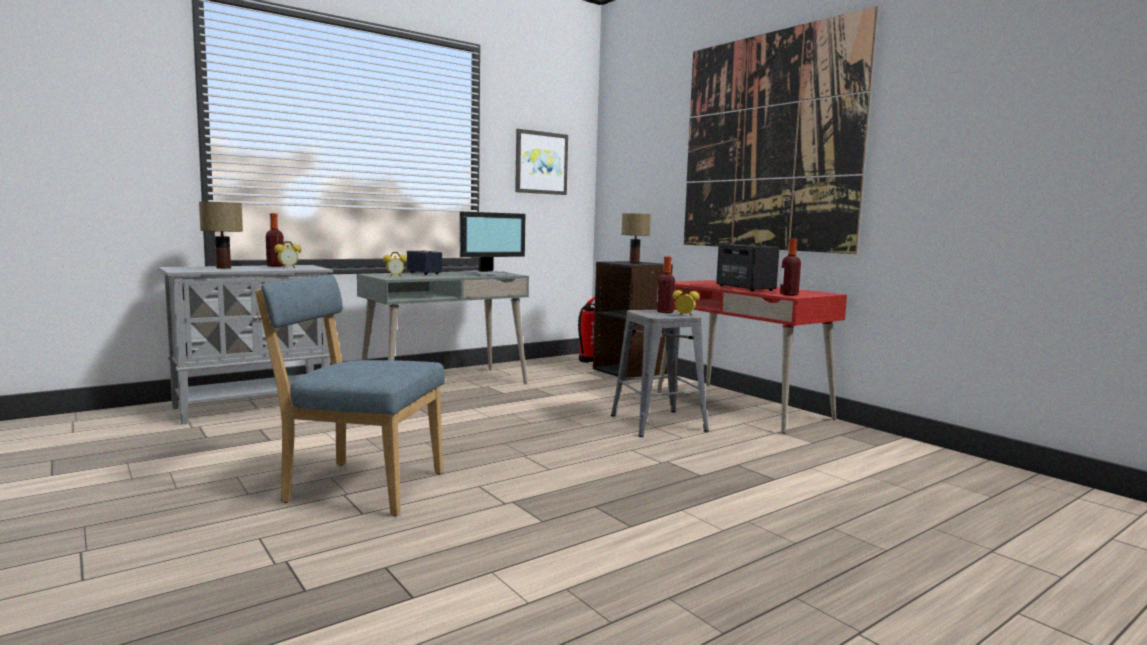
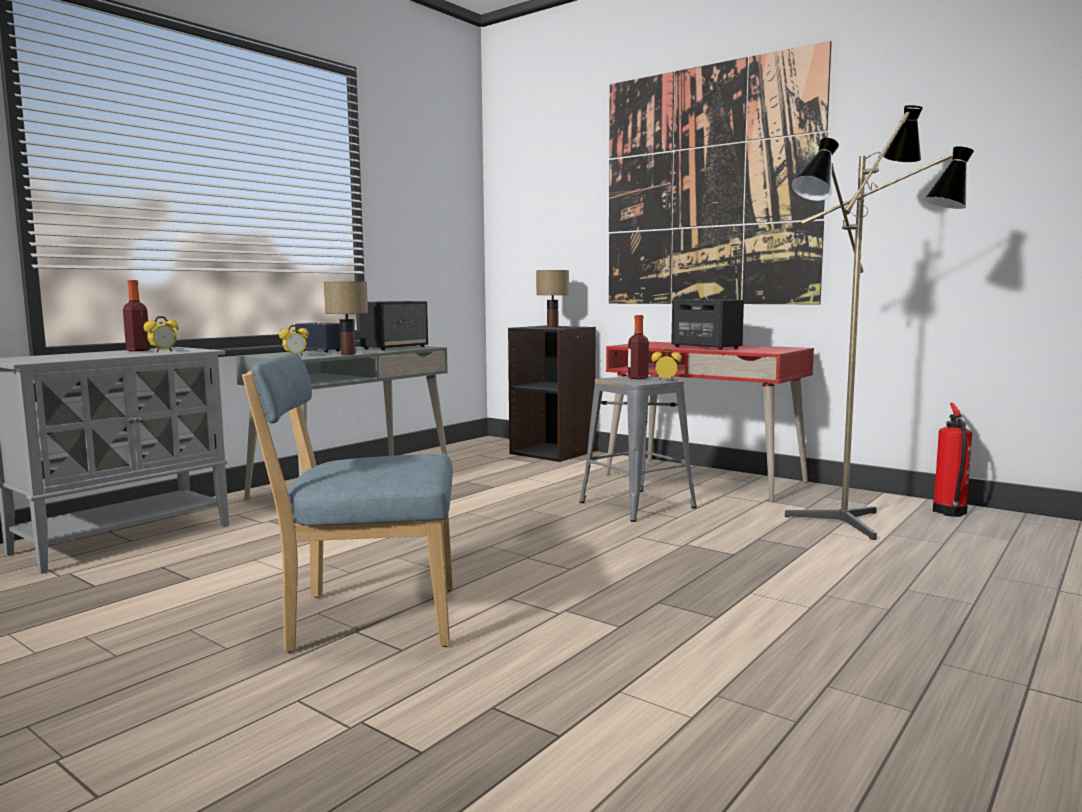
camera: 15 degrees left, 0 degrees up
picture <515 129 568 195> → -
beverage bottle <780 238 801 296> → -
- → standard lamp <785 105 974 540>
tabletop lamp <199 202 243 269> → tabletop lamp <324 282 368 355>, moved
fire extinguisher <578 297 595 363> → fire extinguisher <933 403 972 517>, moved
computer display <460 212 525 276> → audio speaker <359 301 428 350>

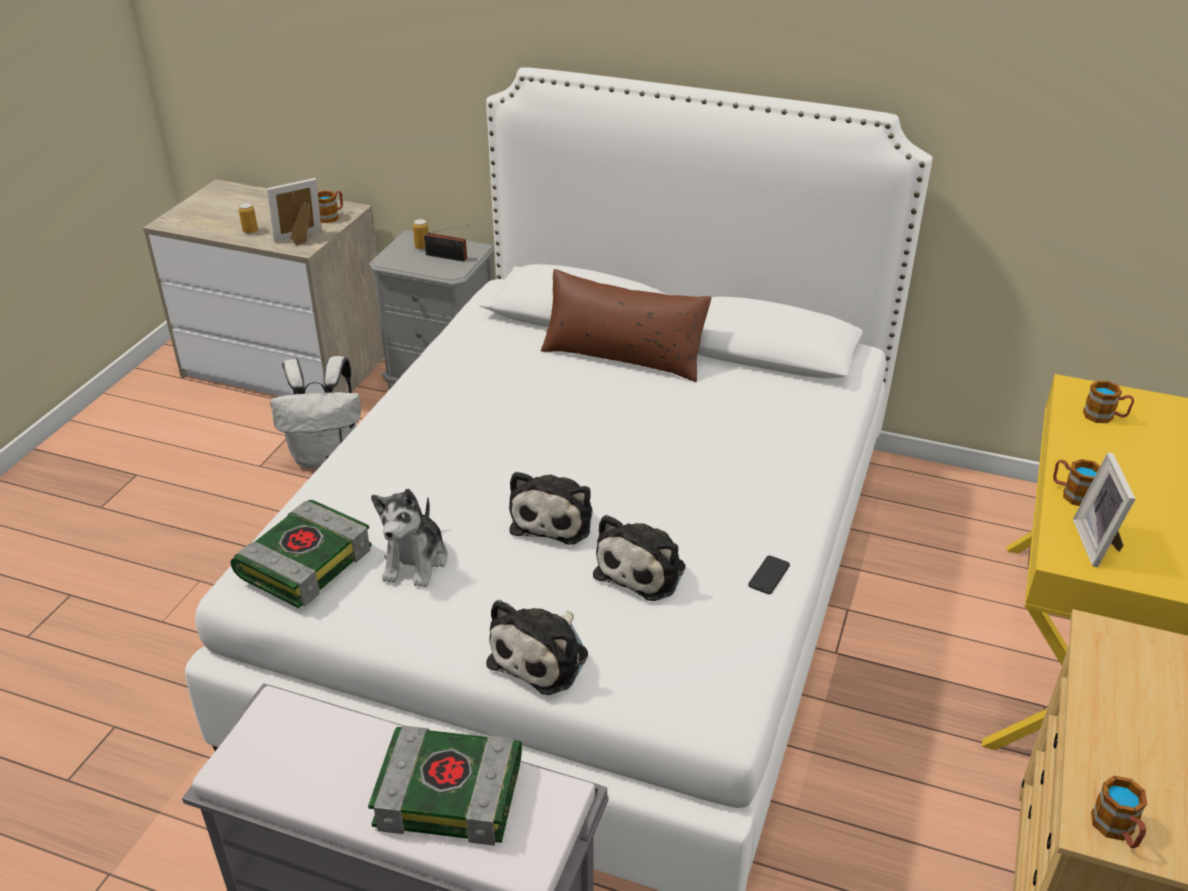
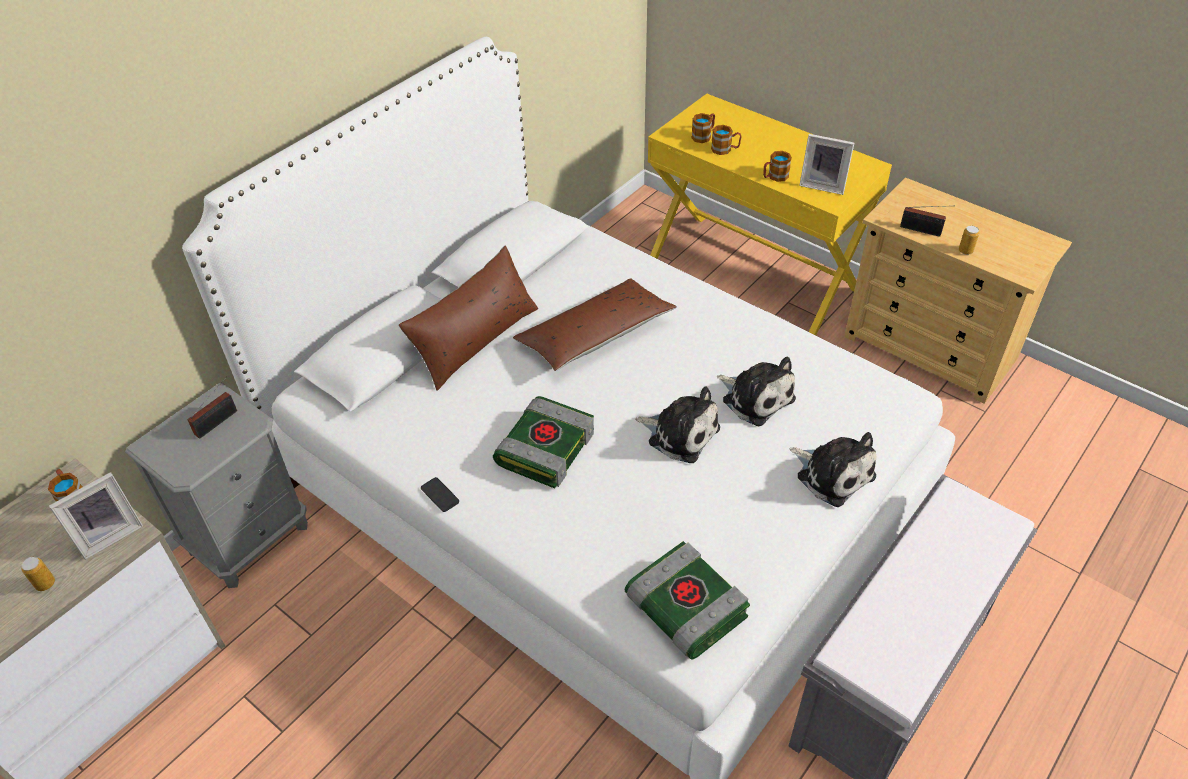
camera: 70 degrees left, 10 degrees up
backpack (white) <270 356 361 468> → -
plush toy <371 489 448 587> → -
- → throw pillow (brown-coloured) <513 278 677 371>
- → radio receiver <900 205 955 237>
book <368 726 522 846> → book <493 396 594 488>, moved
can <413 219 429 250> → can <959 226 979 255>, moved
phone <748 556 790 594> → phone <421 477 459 512>, moved
coffee mug <1091 776 1147 848> → coffee mug <711 125 742 155>, moved
standing frame <267 178 322 246> → standing frame <49 472 143 560>, 120 degrees counterclockwise

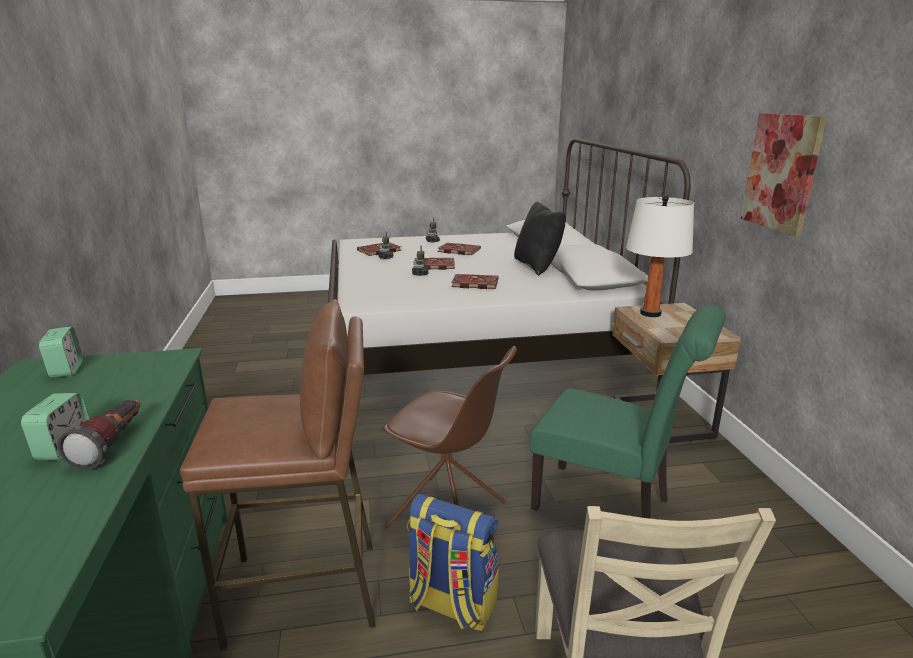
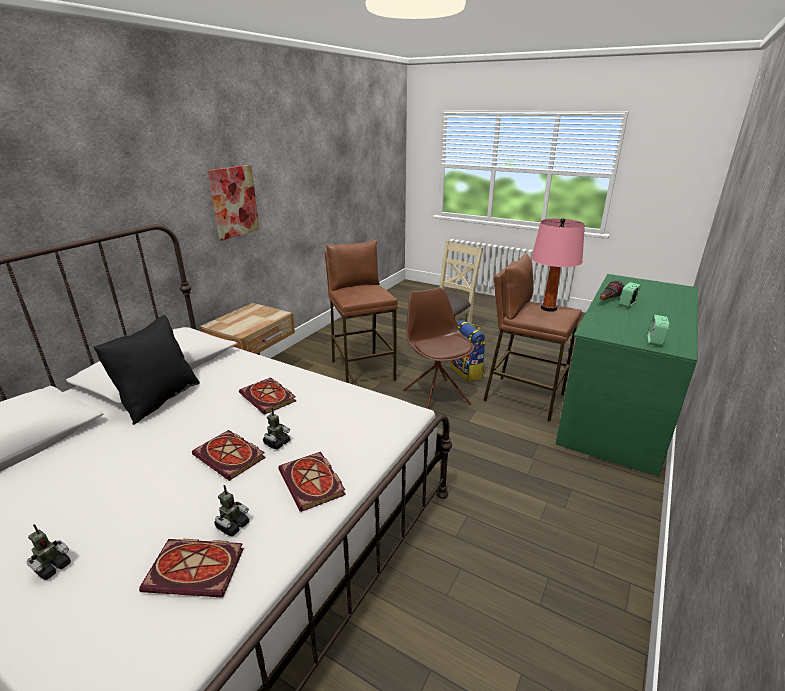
camera: 140 degrees left, 5 degrees up
tabletop lamp (white) <626 195 694 317> → -
- → tabletop lamp (pink) <531 218 585 312>
book <437 243 481 255> → book <278 452 346 512>, moved
upright chair (green) <530 305 726 519> → stool (brown-coloured) <325 240 398 383>

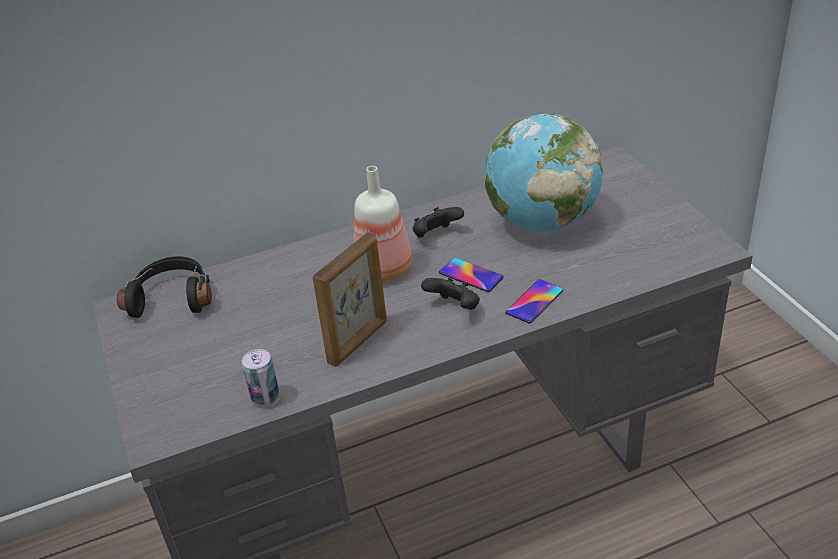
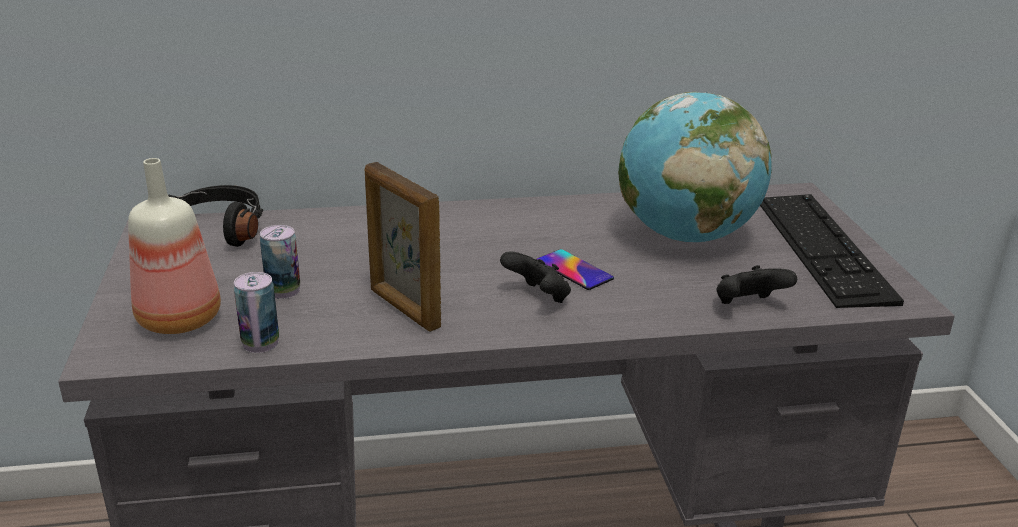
camera: 10 degrees right, 10 degrees down
phone <505 279 563 324> → -
- → can <260 225 300 299>
- → computer keyboard <760 194 904 308>
beverage bottle <354 166 412 281> → beverage bottle <128 158 221 334>, moved
joypad (blackish) <412 207 464 238> → joypad (blackish) <716 265 797 304>, moved
standing frame <313 232 387 367> → standing frame <365 162 441 332>, 90 degrees clockwise

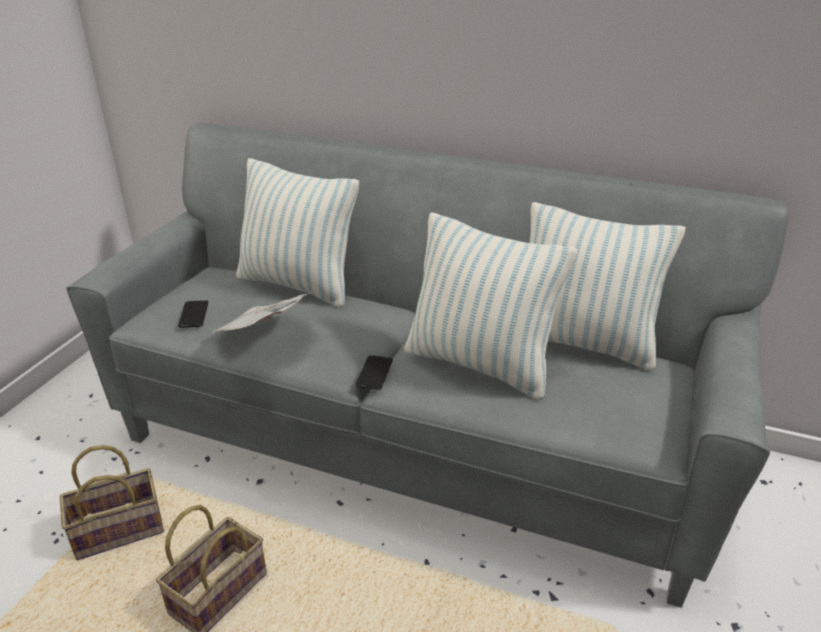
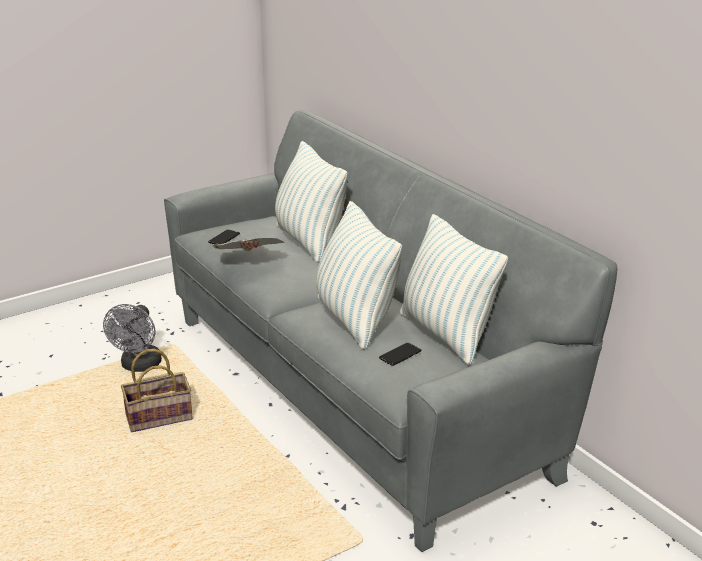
camera: 35 degrees right, 5 degrees down
phone <355 355 393 390> → phone <379 343 421 366>, moved
storage basket <60 445 164 560> → cooling fan (gray) <103 304 162 372>

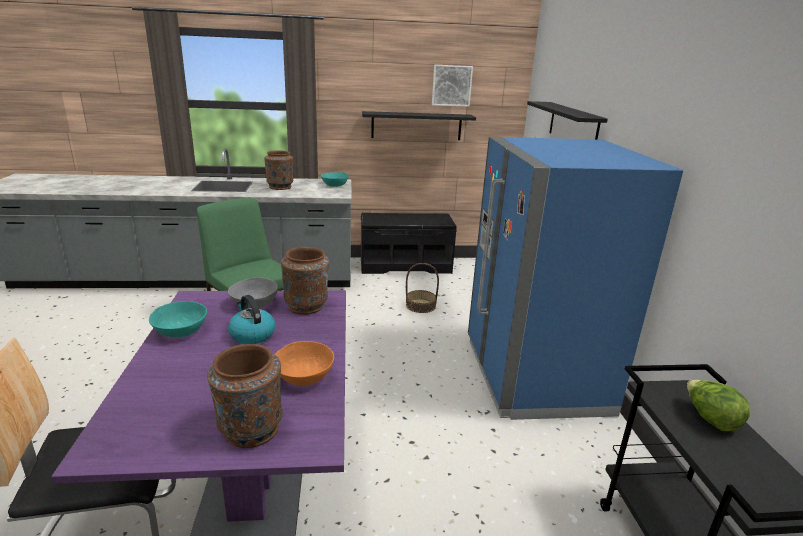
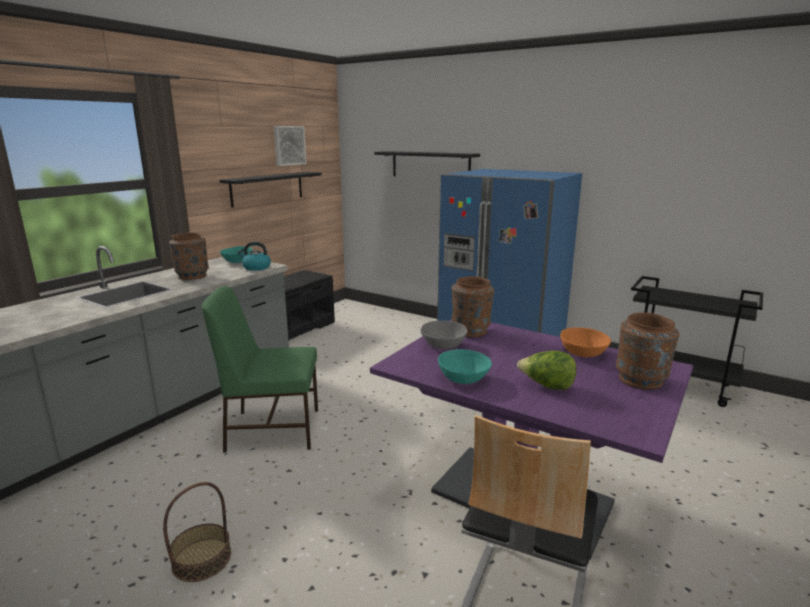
camera: 50 degrees left, 5 degrees down
tea kettle <228 295 275 344> → tea kettle <237 242 271 271>, moved
storage basket <406 263 439 313> → storage basket <163 482 231 582>, moved
head of lettuce <687 380 750 431> → head of lettuce <517 351 576 390>, moved

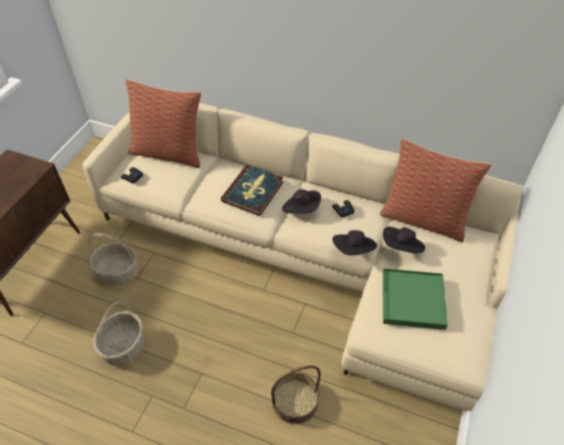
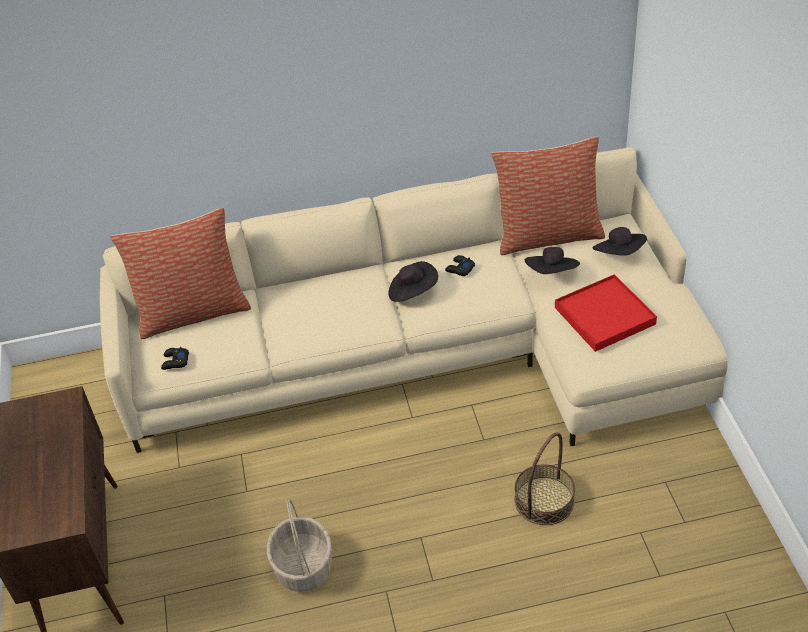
camera: 30 degrees left, 5 degrees down
storage basket <88 233 139 285> → -
book <221 164 283 216> → -
clothing hat (blackish) <332 230 377 255> → clothing hat (blackish) <593 227 647 256>, moved
tray (green) <383 268 448 330> → tray (red-coloured) <555 274 657 352>

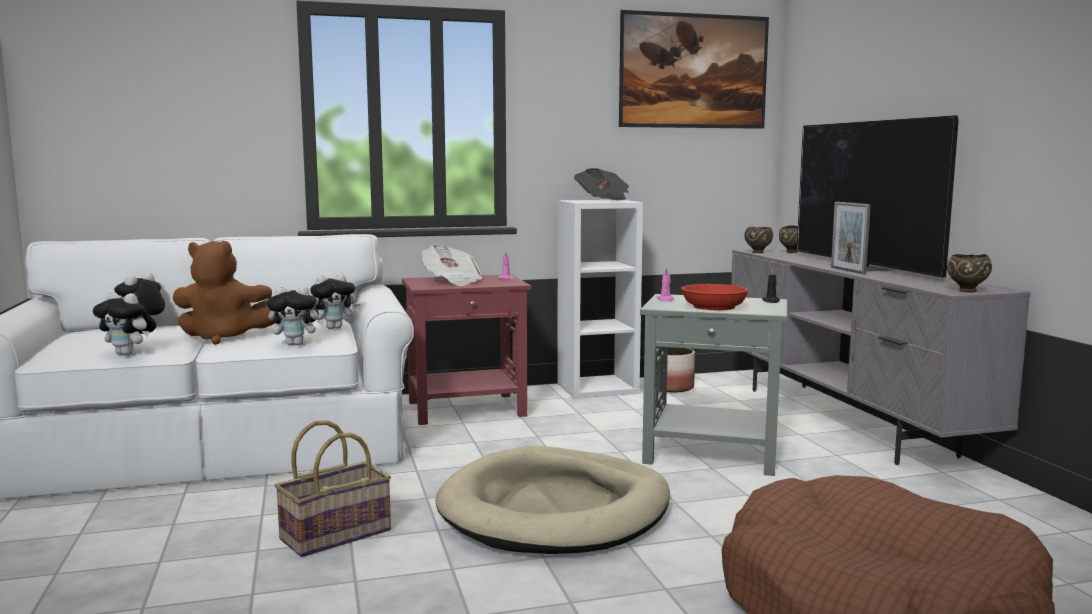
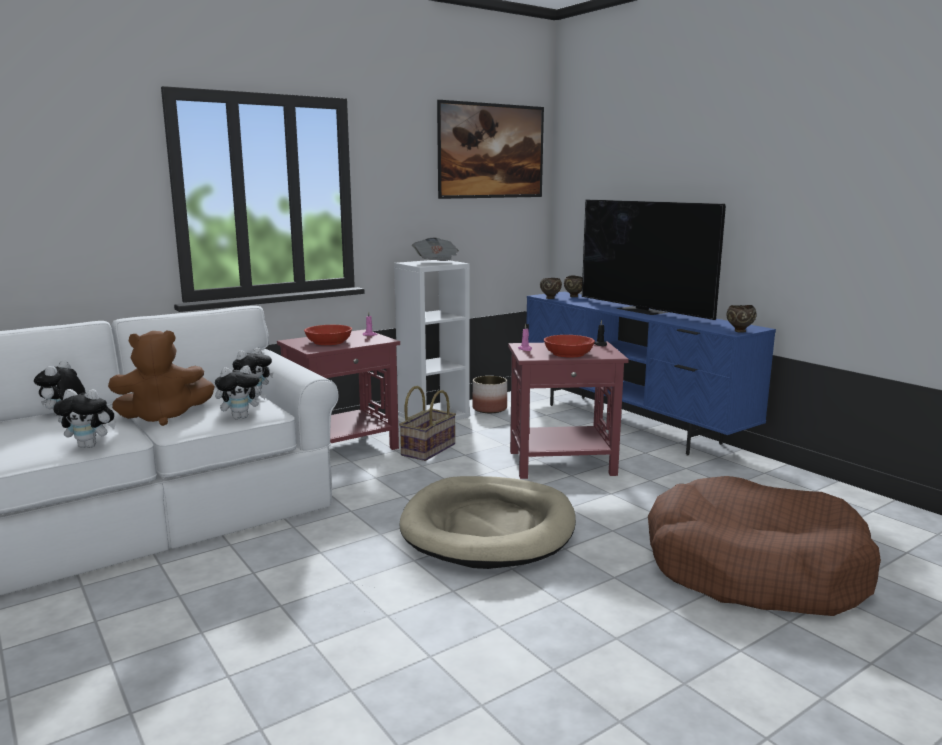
camera: 20 degrees left, 5 degrees up
standing frame <831 202 871 274> → -
storage basket <275 420 391 557> → storage basket <399 386 456 461>, moved
newspaper <421 244 482 286> → serving bowl (red-coloured) <304 325 352 345>
end table (gray) <640 294 787 476> → end table (red-coloured) <508 342 629 479>
tv unit (gray) <731 248 1031 465> → tv unit (bluish) <526 292 776 456>

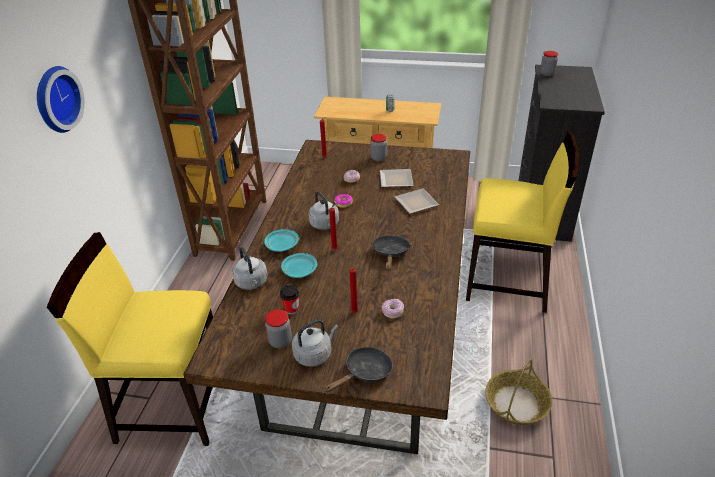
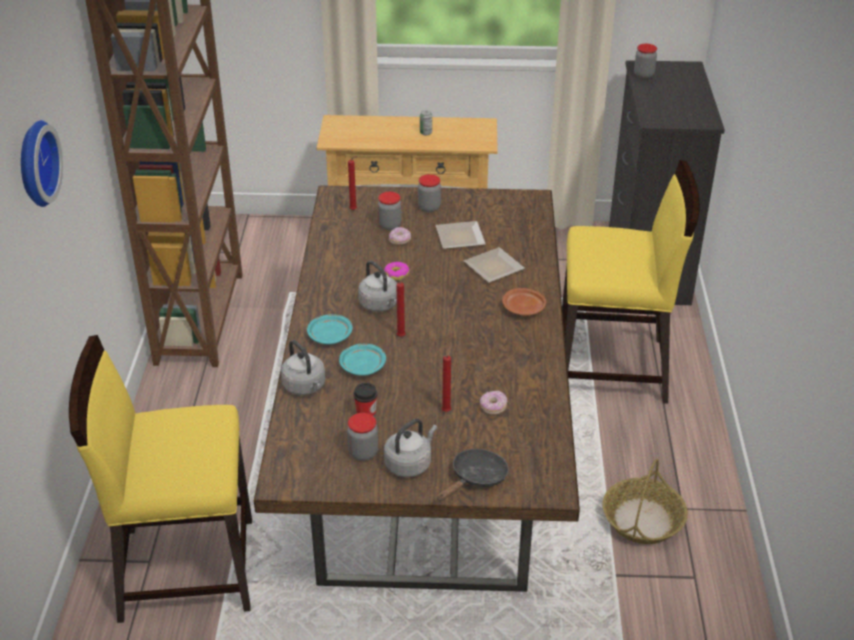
camera: 10 degrees left, 0 degrees up
frying pan (blackish) <372 235 410 271> → -
- → storage jar <378 192 402 230>
- → dinner plate (brown-coloured) <502 288 547 316>

